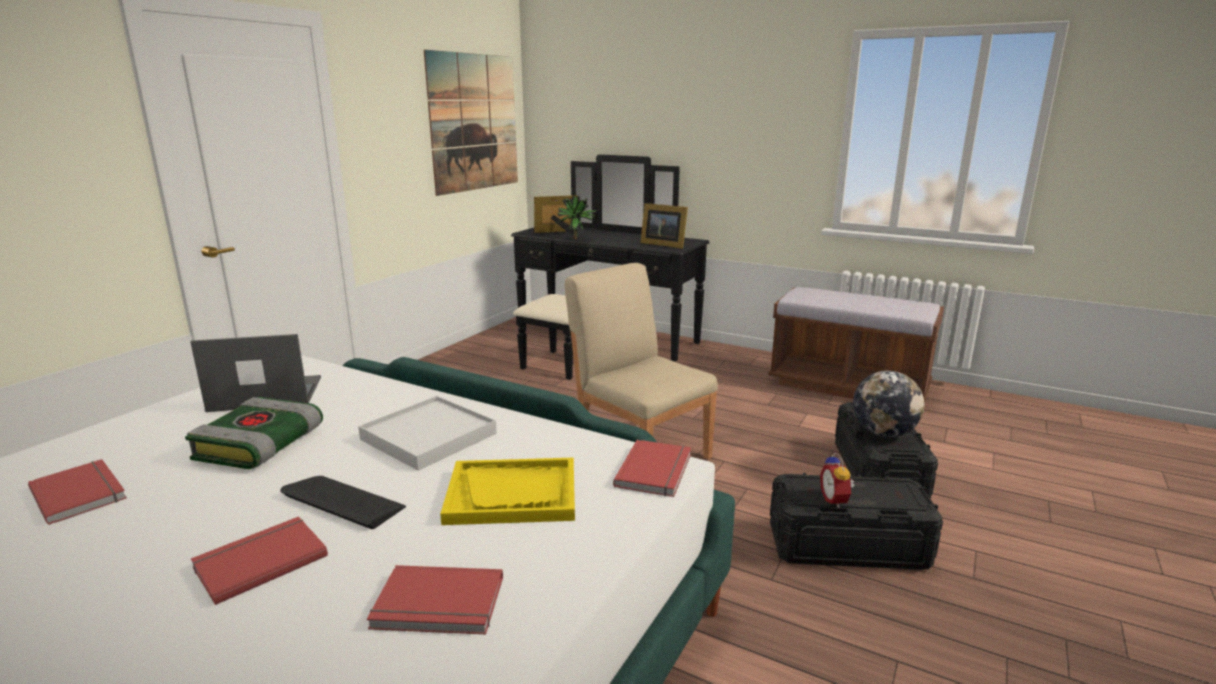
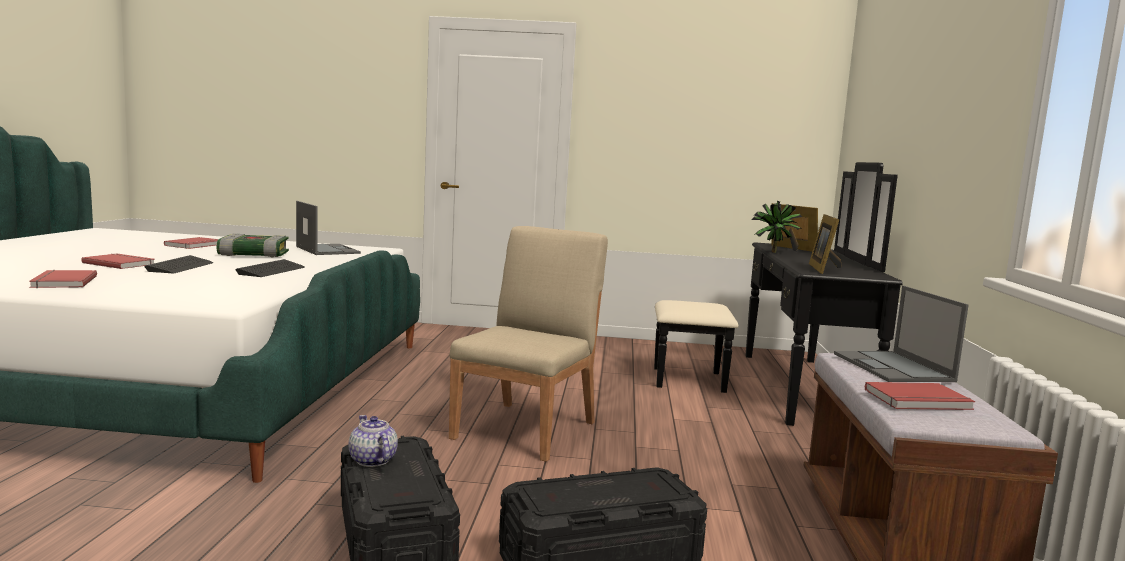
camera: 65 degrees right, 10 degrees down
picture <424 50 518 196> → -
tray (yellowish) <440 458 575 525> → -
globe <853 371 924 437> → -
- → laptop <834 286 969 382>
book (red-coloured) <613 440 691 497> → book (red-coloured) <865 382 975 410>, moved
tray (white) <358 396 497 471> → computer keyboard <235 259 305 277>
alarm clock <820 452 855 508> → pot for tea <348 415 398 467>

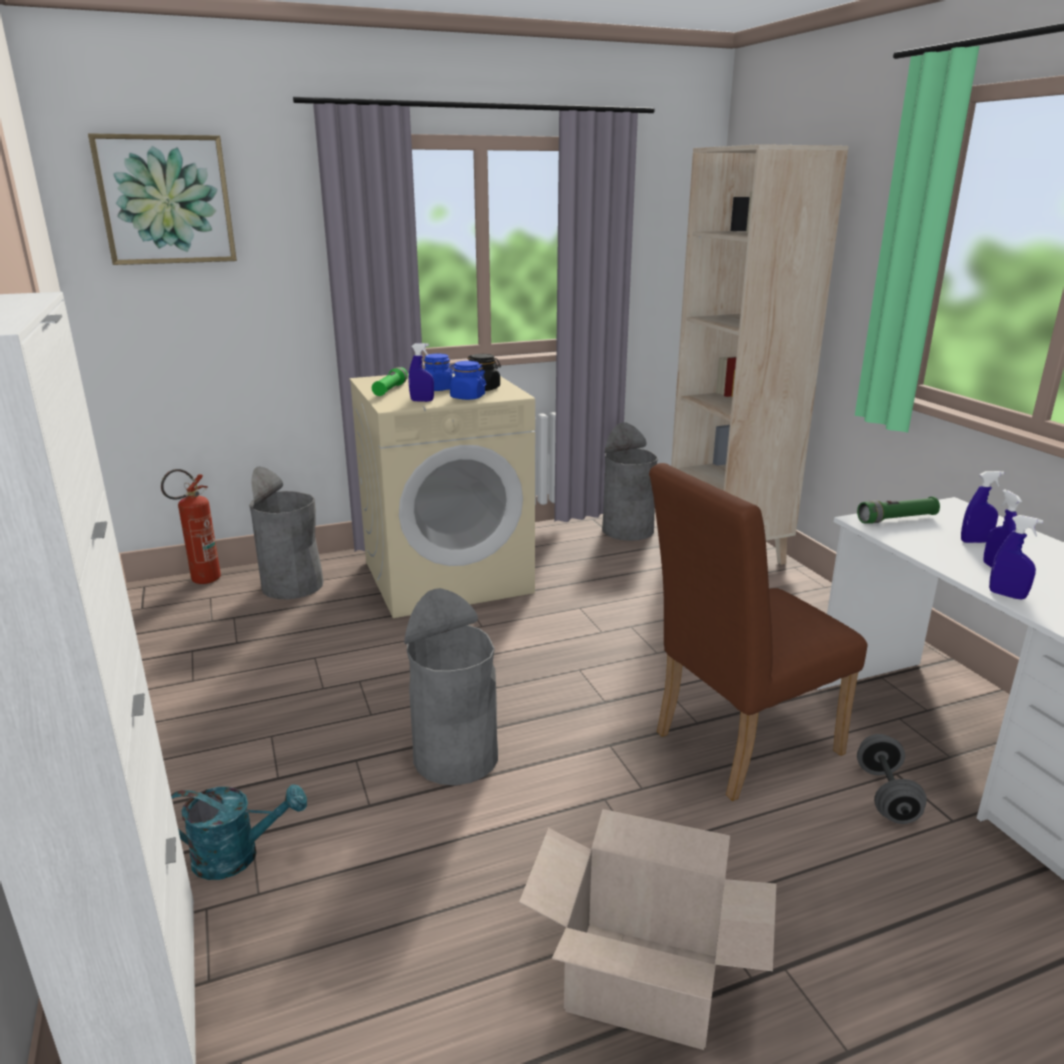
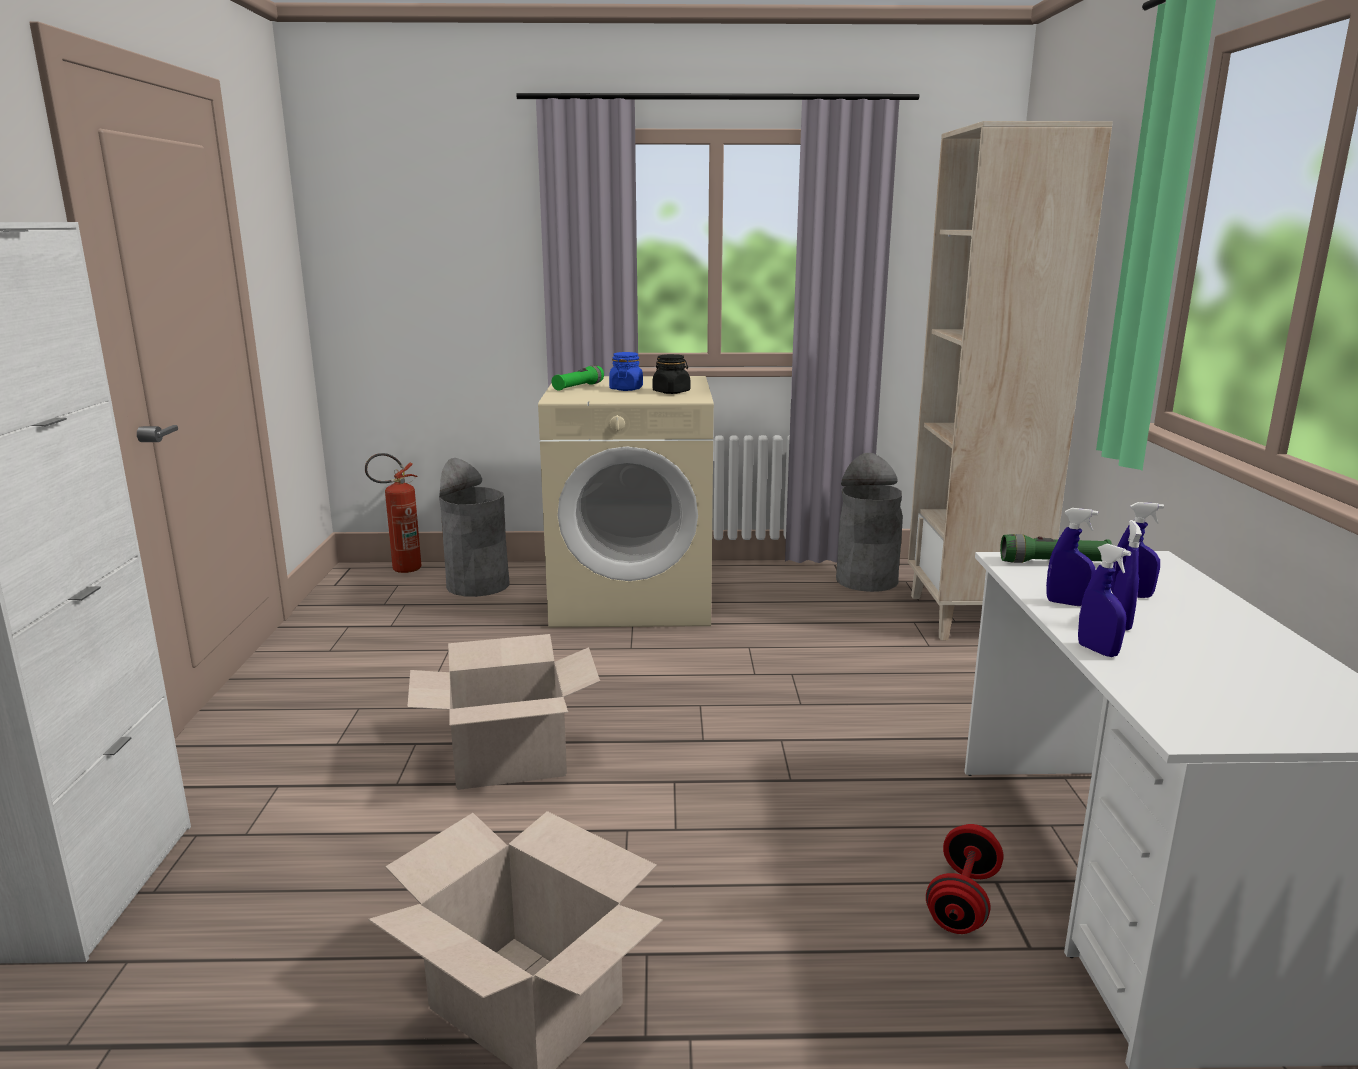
camera: 20 degrees right, 5 degrees down
picture <88 133 237 265> → -
sprinkling can (turquoise) <171 784 307 880> → -
storage jar (bluish) <448 361 486 400> → -
upright chair (brown-coloured) <649 463 867 801> → -
sprayer (bluish) <409 343 434 402> → sprayer (bluish) <1046 508 1098 606>, moved
trash can (gray) <404 588 498 785> → cardboard box <407 634 600 790>
hand weight (gray) <857 734 927 824> → hand weight (red-coloured) <926 824 1003 934>

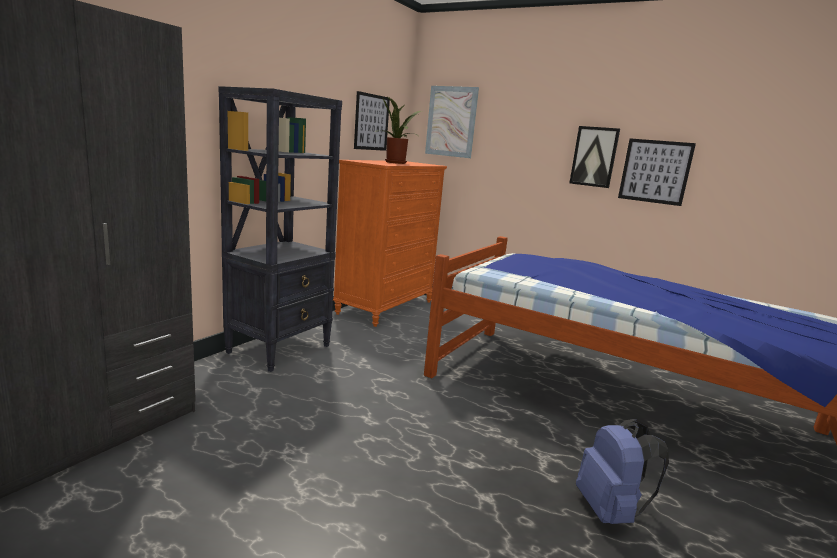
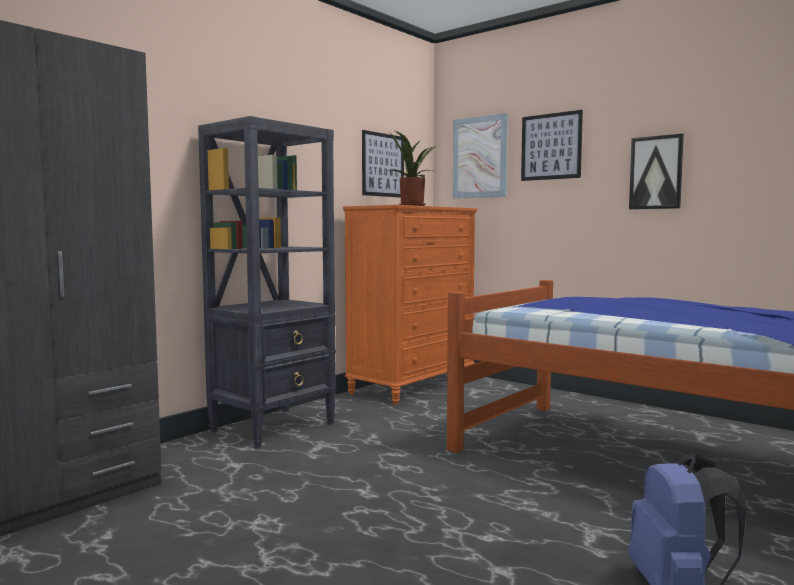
camera: 10 degrees right, 10 degrees down
picture <618 138 696 206> → picture <521 110 583 181>, moved

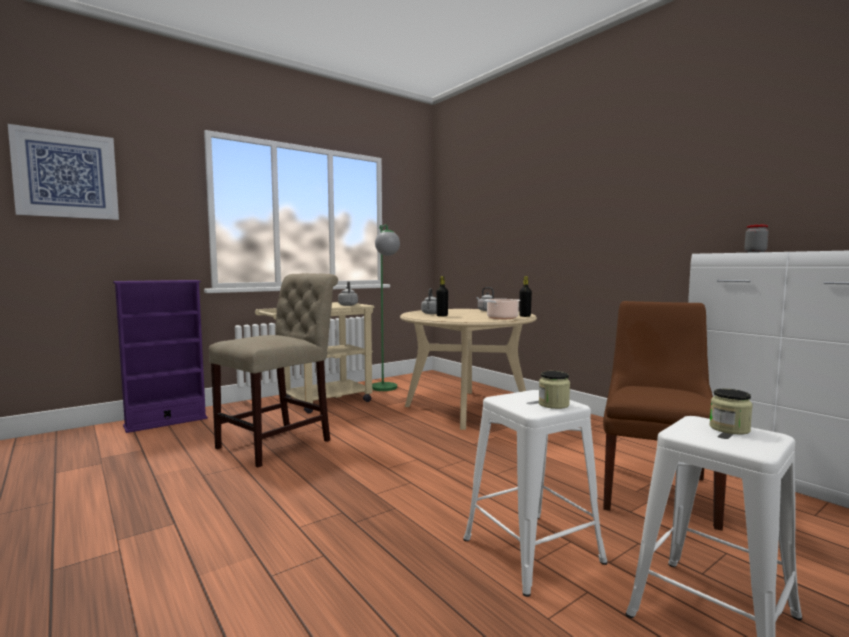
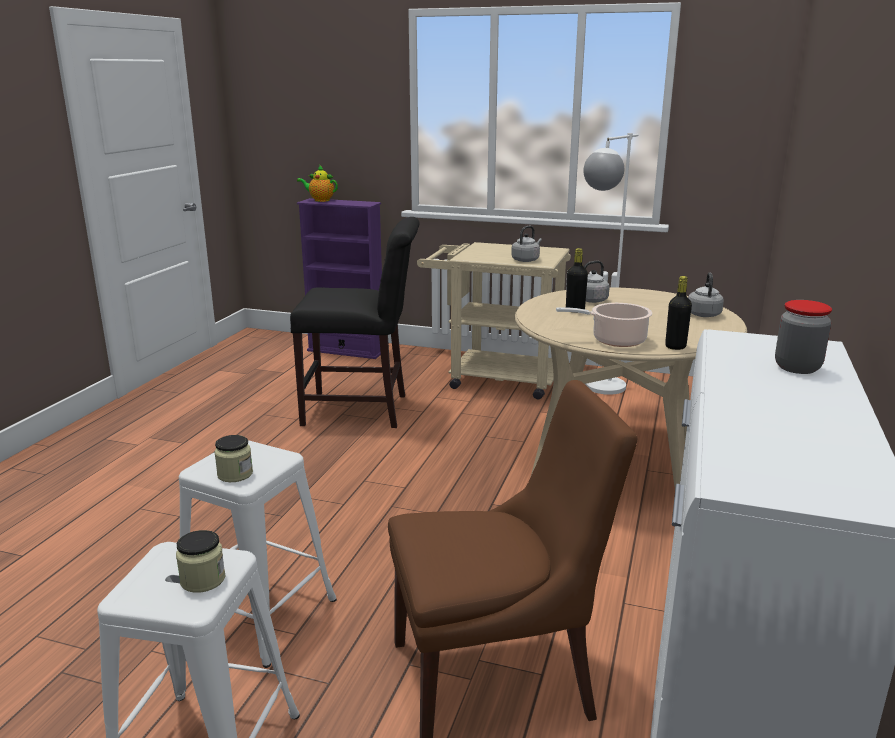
camera: 55 degrees right, 15 degrees up
picture <8 124 119 220> → -
- → pot for tea <297 165 338 202>
upright chair (sand-coloured) <209 273 338 467> → upright chair (blackish) <290 217 420 428>
standard lamp (green) <372 224 400 391> → standard lamp (white) <583 133 638 395>

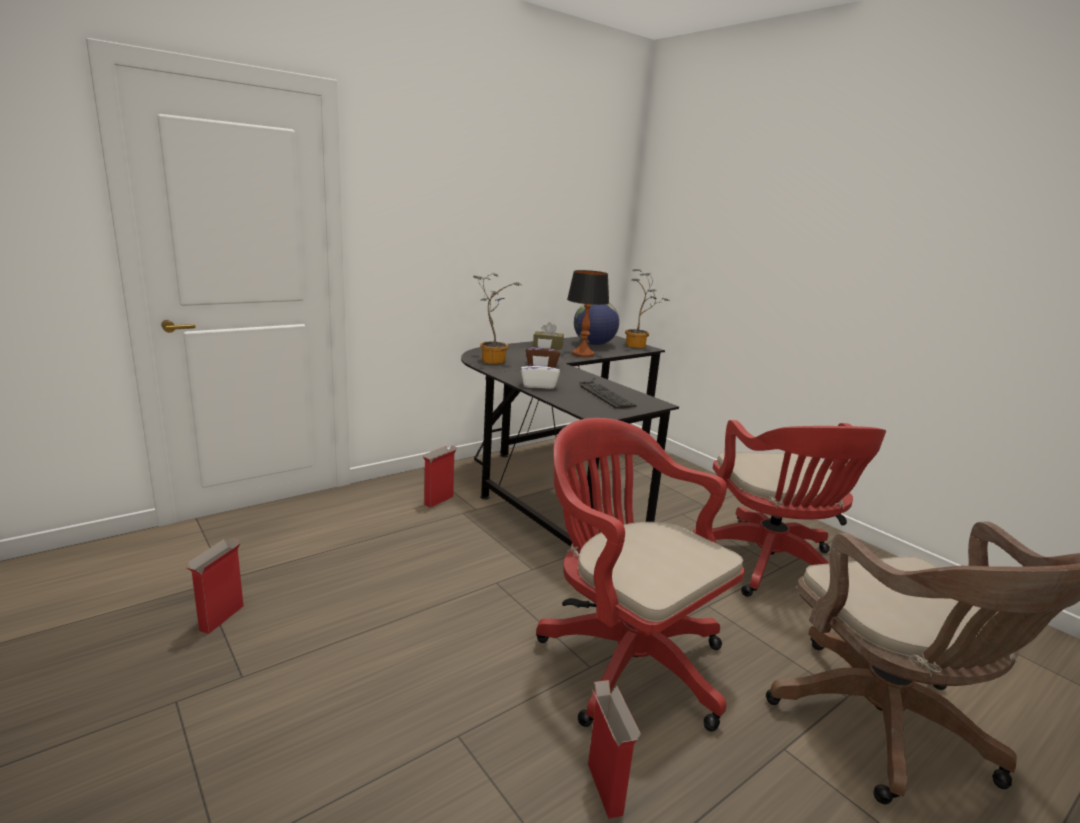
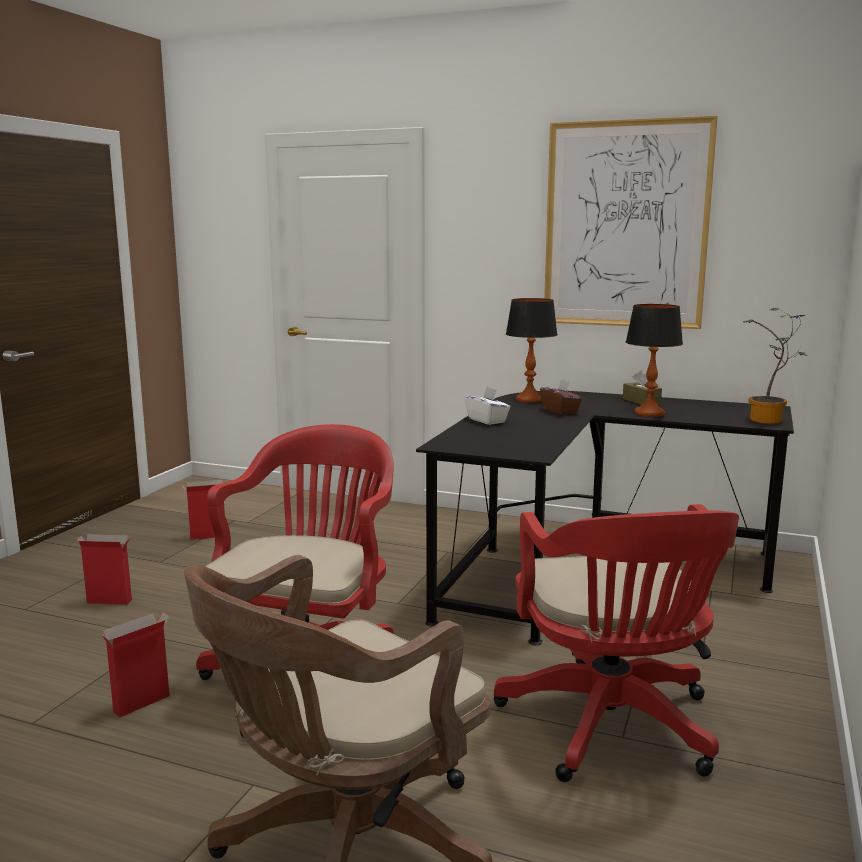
camera: 60 degrees right, 5 degrees down
globe <574 303 619 345> → -
computer keyboard <580 378 637 409> → -
- → picture <544 115 718 329>
cardboard box <423 445 457 508> → cardboard box <77 534 132 605>, moved
plant in a pot <473 273 522 364> → tabletop lamp <506 298 558 403>
office chair (red-coloured) <693 420 886 597> → office chair (red-coloured) <493 504 739 782>, 60 degrees counterclockwise

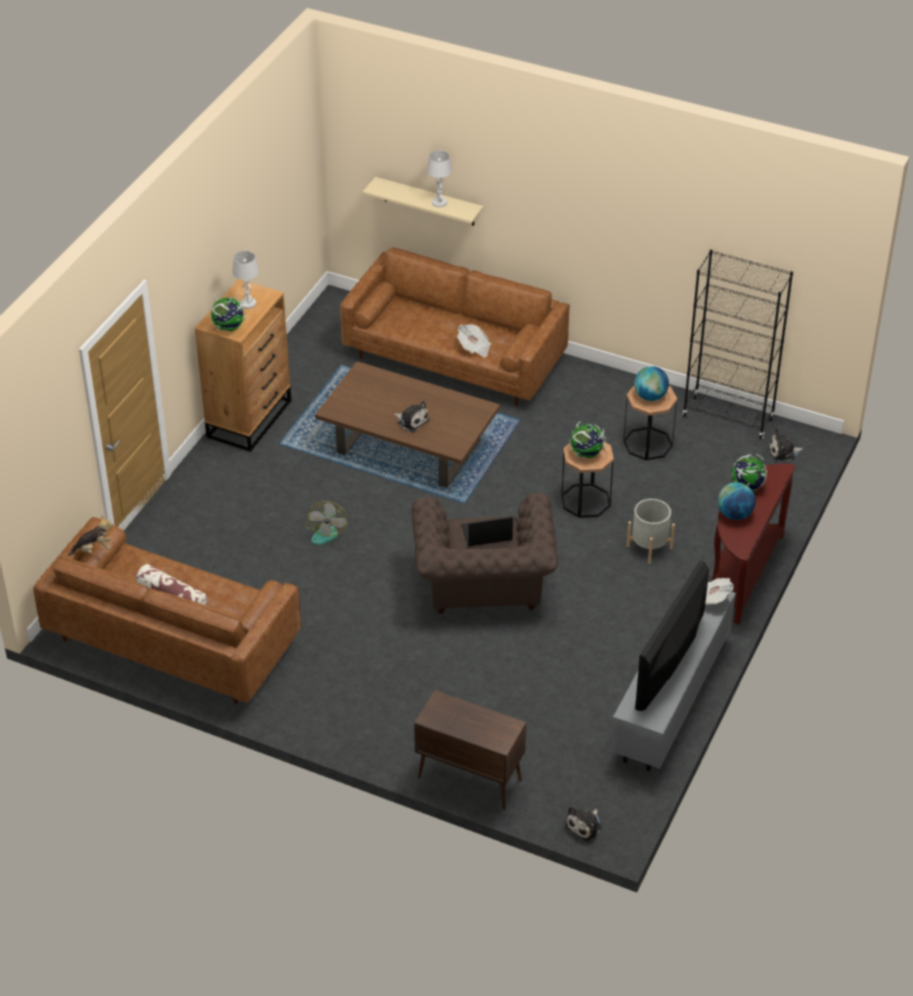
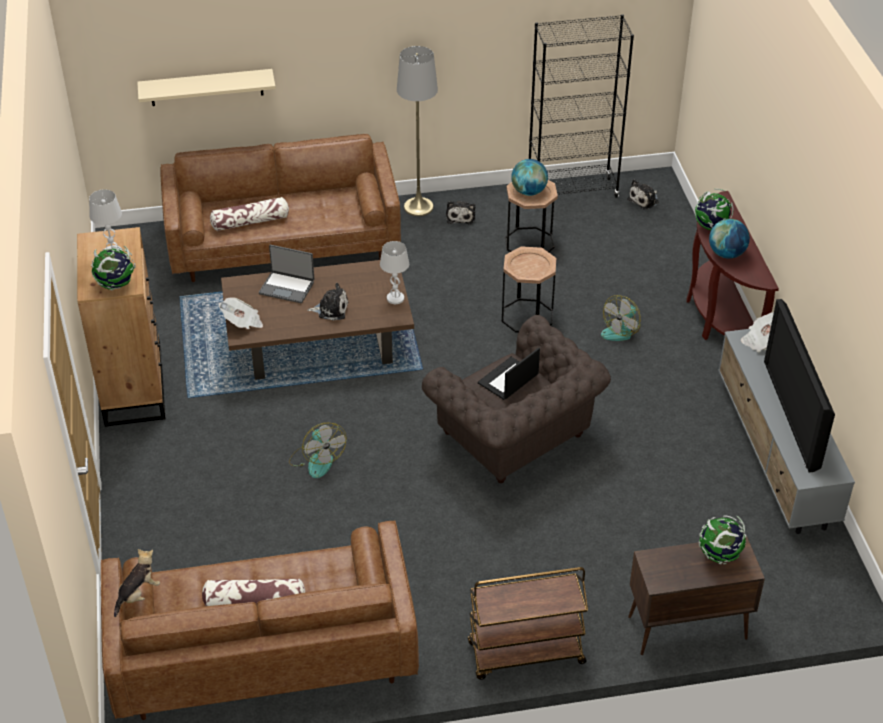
camera: 35 degrees left, 0 degrees up
- → throw pillow <210 197 289 231>
- → laptop <259 245 314 303>
- → standard lamp (gray) <397 46 438 216>
- → wheeled cart (brown-coloured) <468 567 588 680>
tabletop lamp (white) <427 151 452 207> → tabletop lamp (white) <380 241 409 304>, moved
newspaper <457 324 492 357> → newspaper <219 297 263 329>, moved
plush toy <565 806 602 841> → plush toy <446 201 475 224>, moved
globe <570 421 606 458> → globe <699 516 746 564>, moved
flower pot (gray) <627 499 675 564> → cooling fan <601 295 641 341>

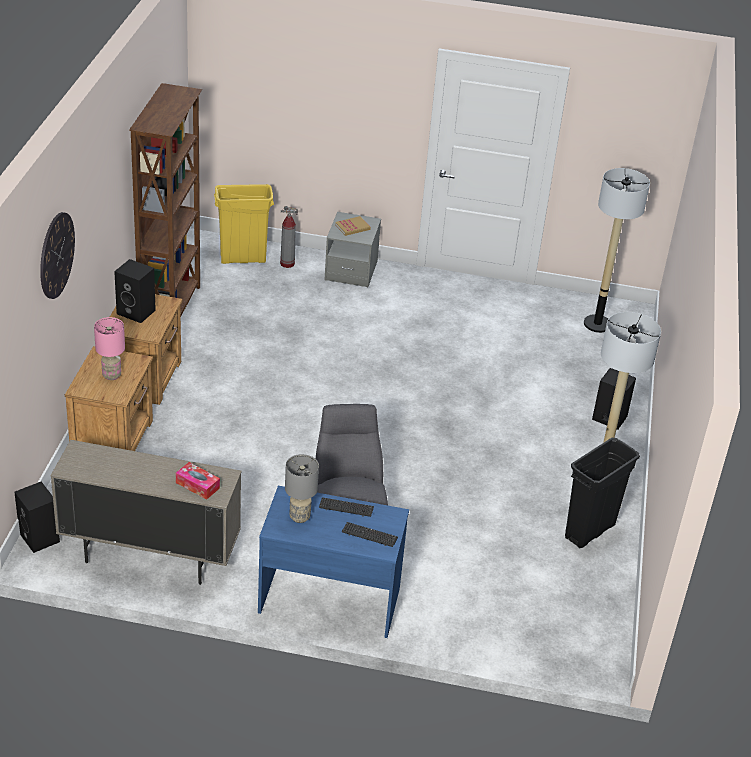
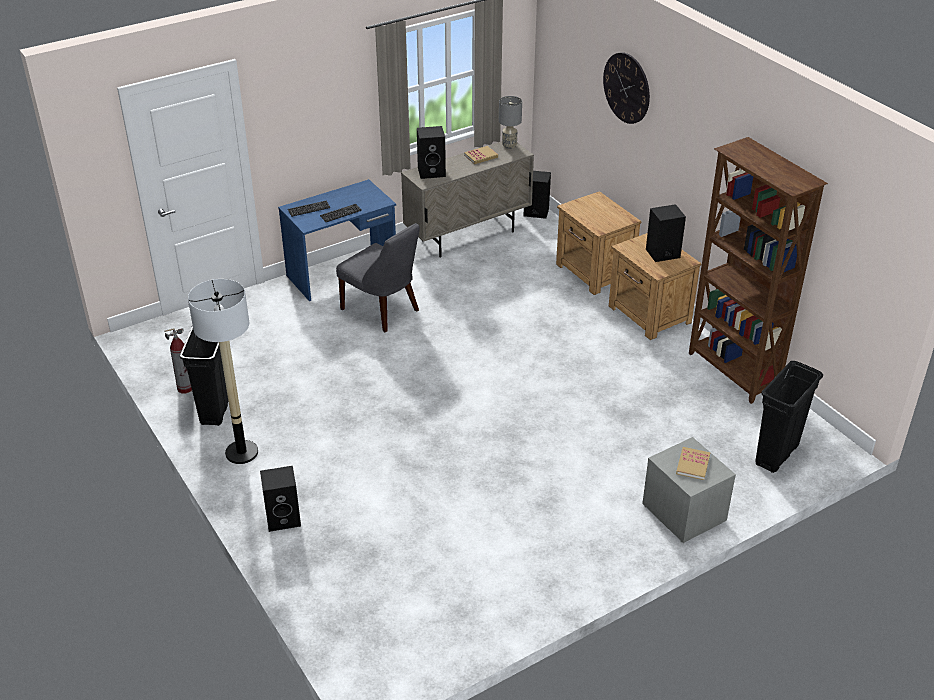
camera: 140 degrees right, 0 degrees up
tabletop lamp (pink) <94 317 125 380> → -
standard lamp <584 168 650 333> → -
- → book <464 146 498 164>
fire extinguisher <280 206 298 268> → fire extinguisher <164 328 192 394>, moved
tabletop lamp (gray) <285 454 319 523> → tabletop lamp (gray) <499 96 522 149>, moved
box of tissues <176 462 220 500> → audio speaker (blackish) <417 126 446 179>
trash can (yellowish) <214 184 274 264> → trash can (blackish) <755 361 823 473>

